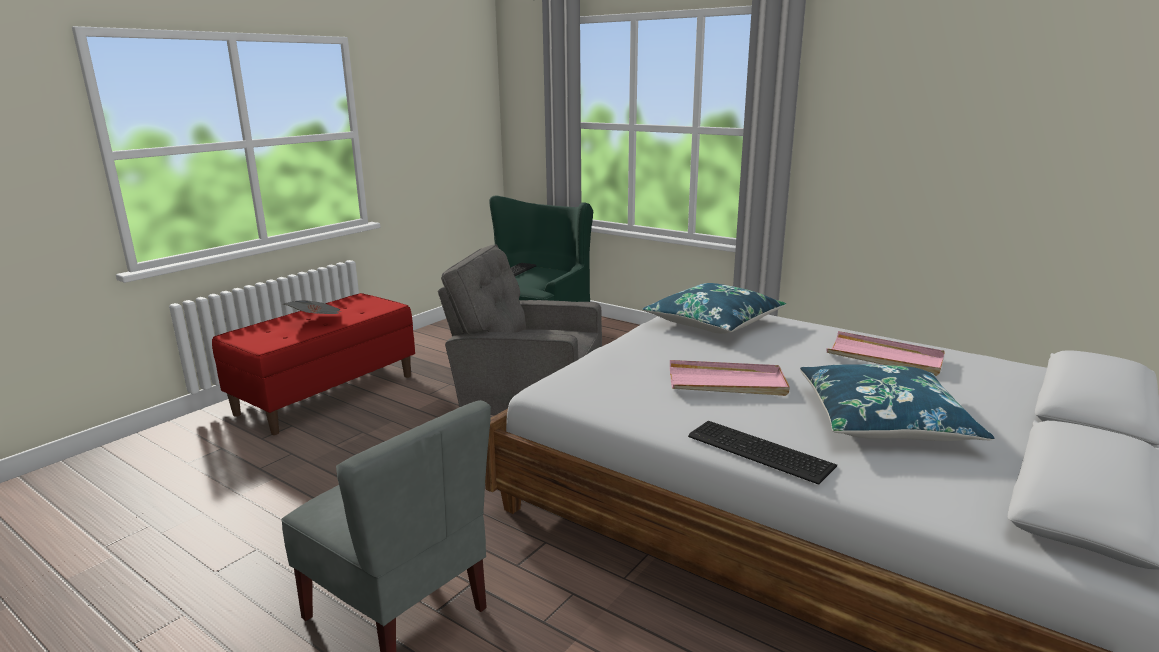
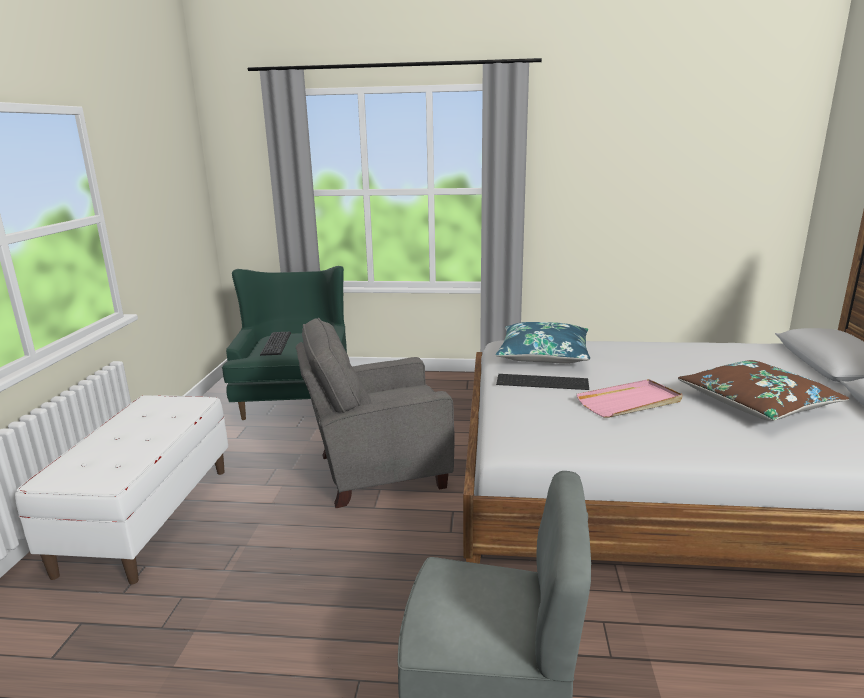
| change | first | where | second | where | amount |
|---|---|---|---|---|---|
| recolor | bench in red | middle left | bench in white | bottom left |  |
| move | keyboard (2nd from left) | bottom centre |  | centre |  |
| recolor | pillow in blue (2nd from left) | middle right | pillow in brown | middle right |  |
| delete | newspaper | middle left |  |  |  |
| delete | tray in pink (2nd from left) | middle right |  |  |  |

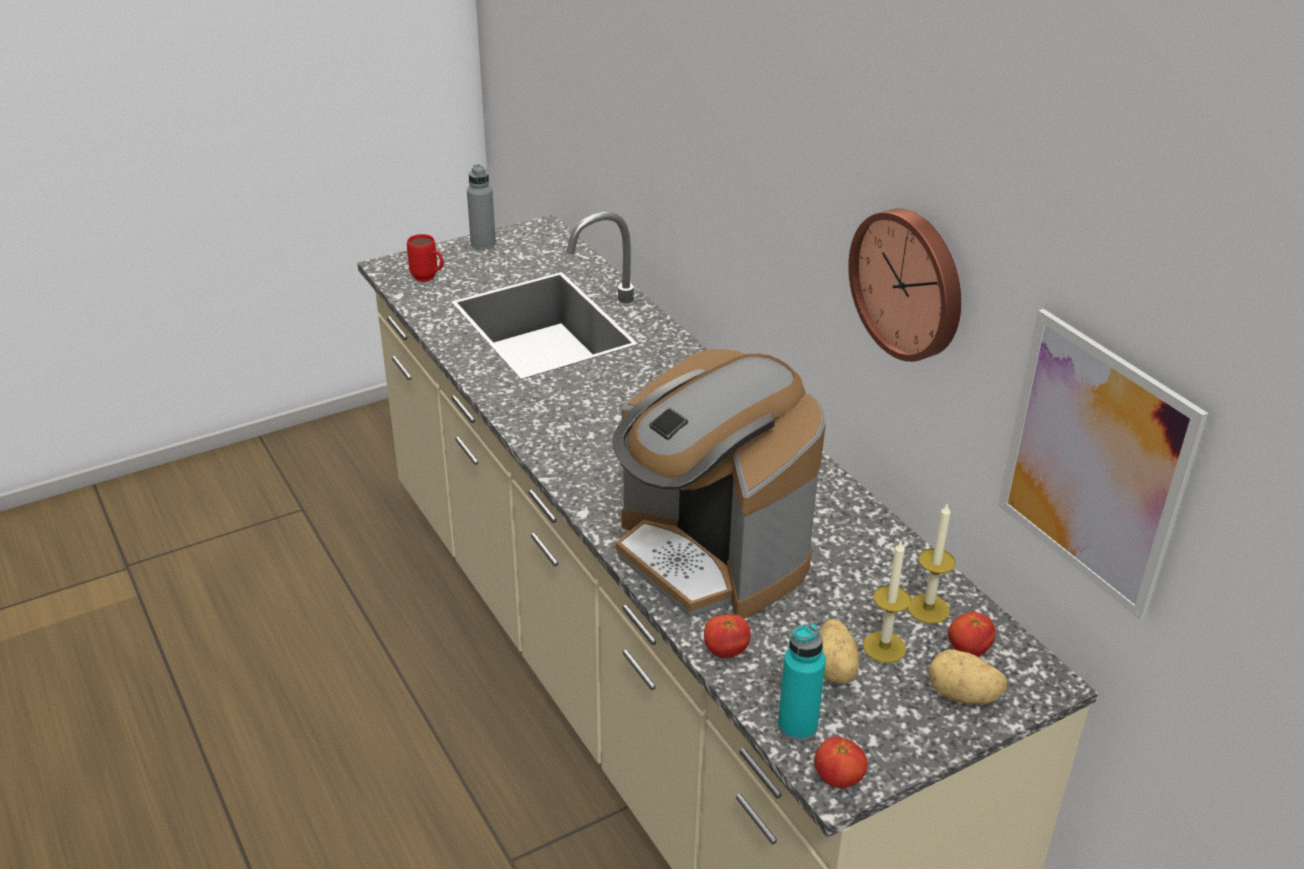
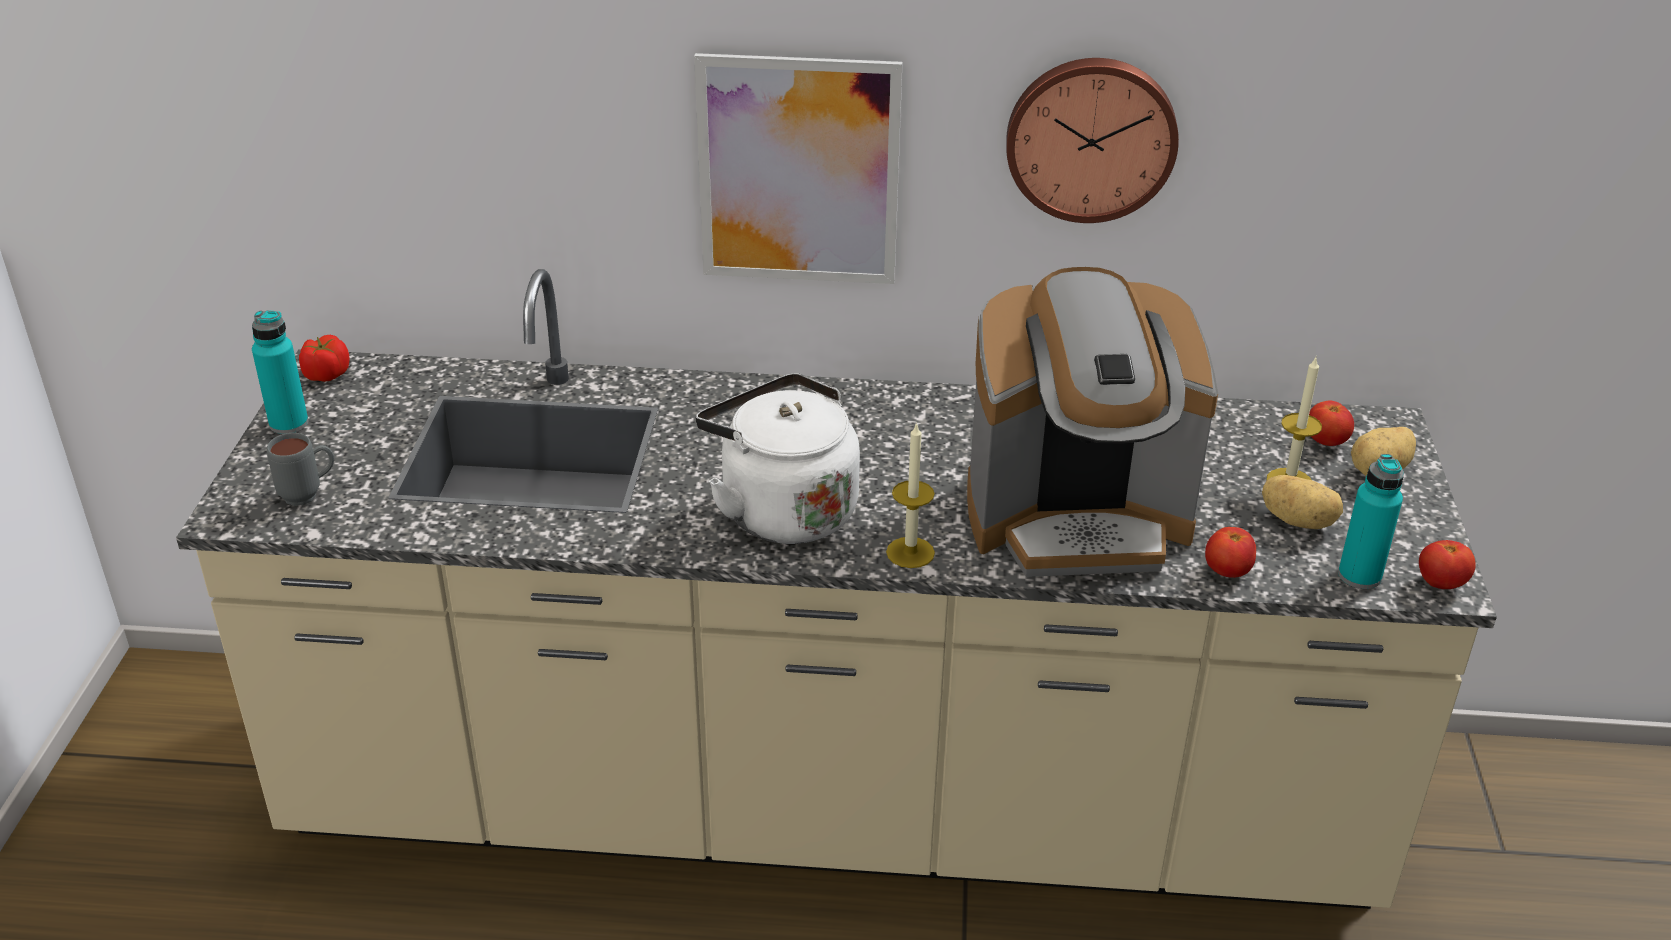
| change | first | where | second | where | amount |
|---|---|---|---|---|---|
| recolor | bottle in grey | top centre | bottle in turquoise (1st from left) | middle left |  |
| recolor | mug in red | top left | mug in grey | middle left |  |
| insert |  |  | tomato (1st from left) | middle left |  |
| move | picture | middle right |  | top centre |  |
| insert |  |  | kettle in white | centre |  |
| move | candle (2nd from left in the first image) | middle right | candle (1st from left) | centre |  |

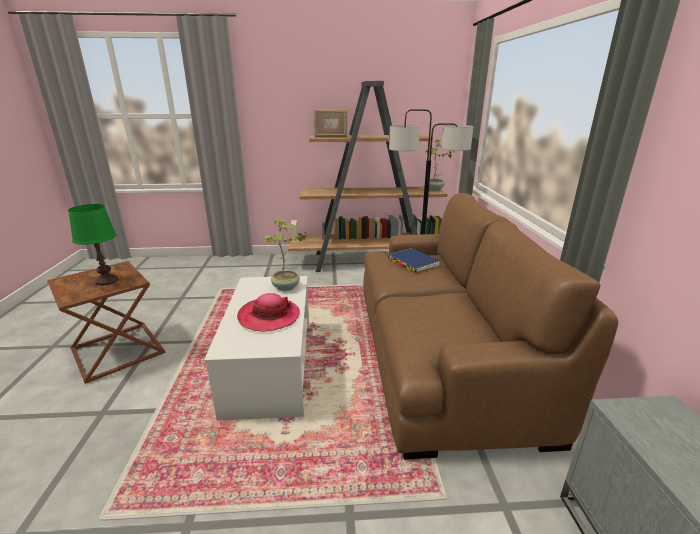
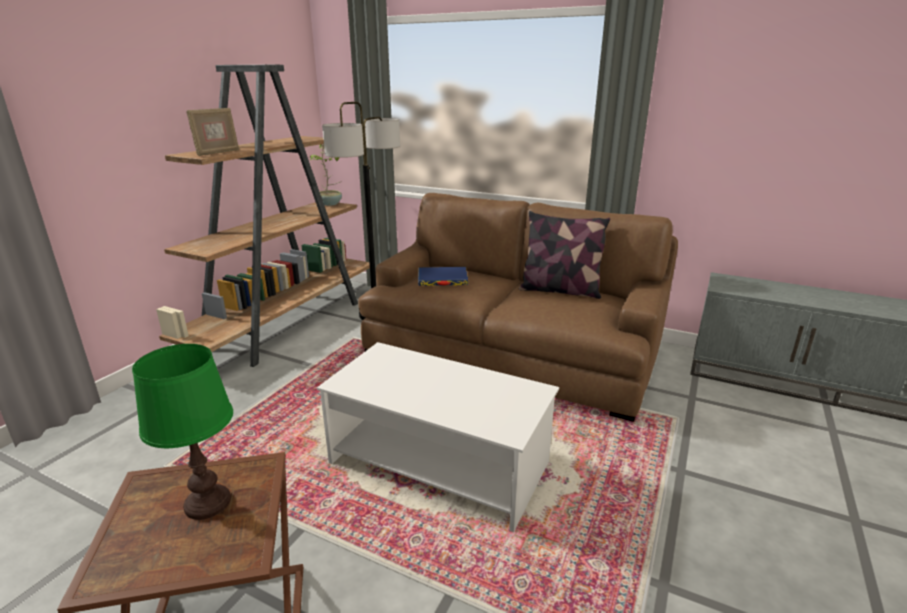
| change | first | where | second | where | amount |
|---|---|---|---|---|---|
| insert |  |  | pillow | centre |  |
| delete | hat | centre |  |  |  |
| delete | potted plant (1st from left) | centre |  |  |  |

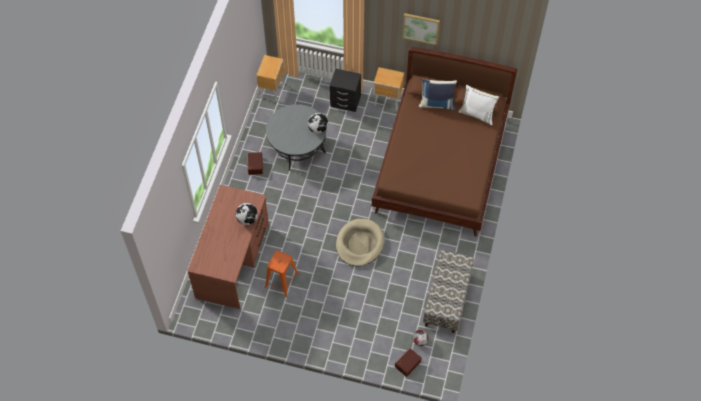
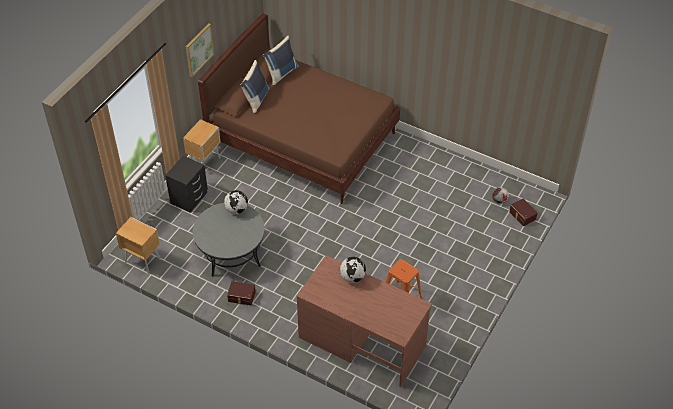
| change | first | where | second | where | amount |
|---|---|---|---|---|---|
| recolor | pillow in white | top right | pillow in blue (2nd from left) | top centre |  |
| delete | dog bed in beige | centre |  |  |  |
| delete | bench | bottom centre |  |  |  |

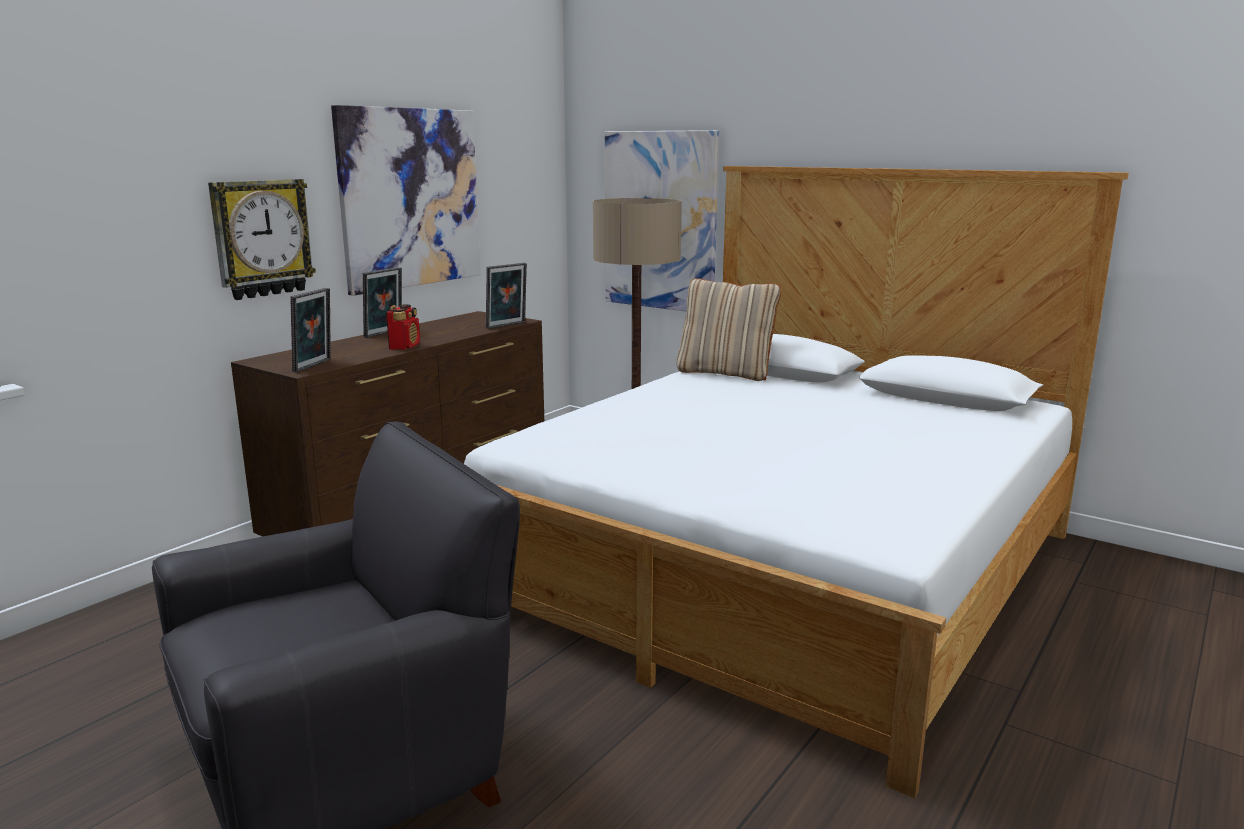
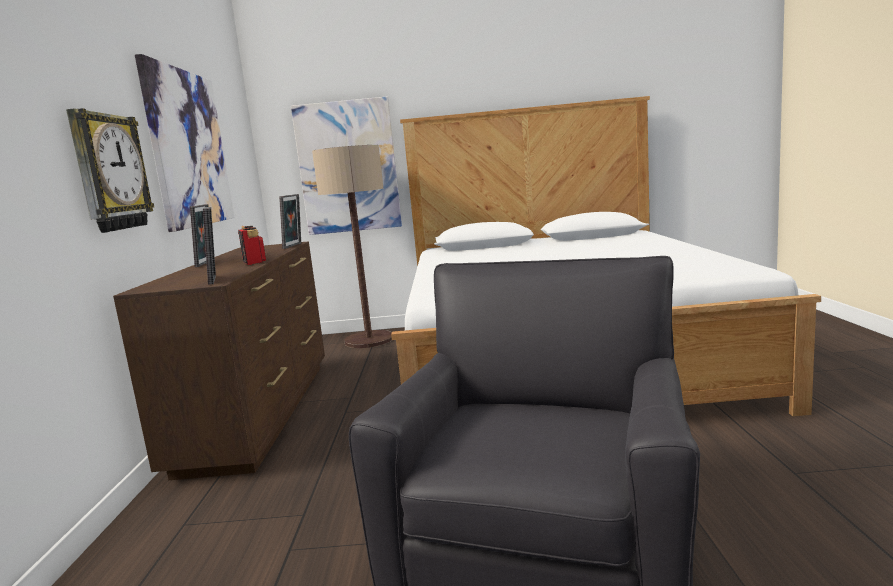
| change | first | where | second | where | amount |
|---|---|---|---|---|---|
| delete | pillow in beige | centre |  |  |  |

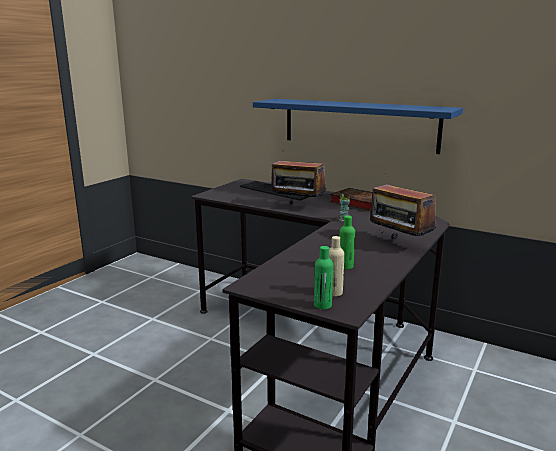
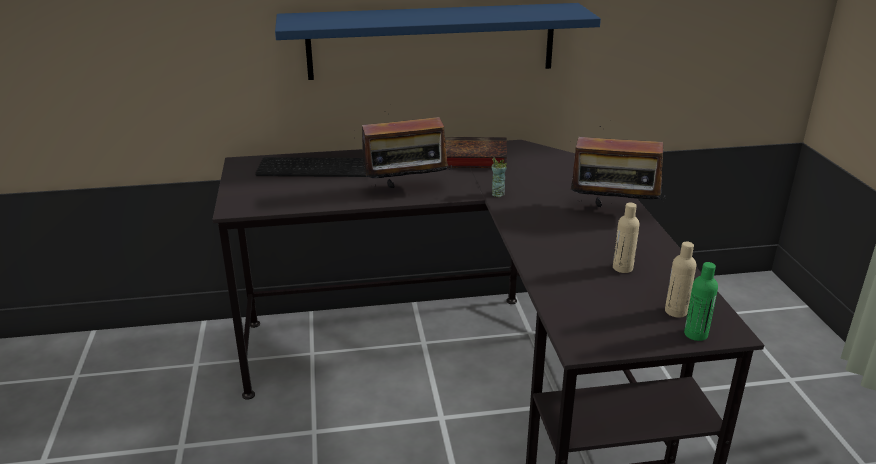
| change | first | where | second | where | amount |
|---|---|---|---|---|---|
| recolor | bottle in green (2nd from left) | centre | bottle in beige (1st from left) | middle right |  |

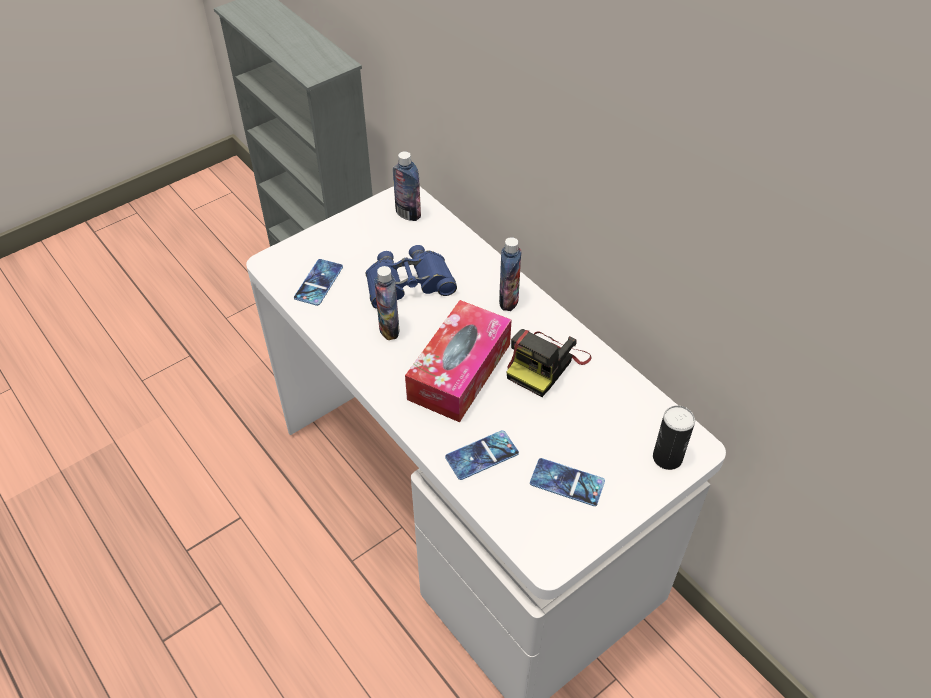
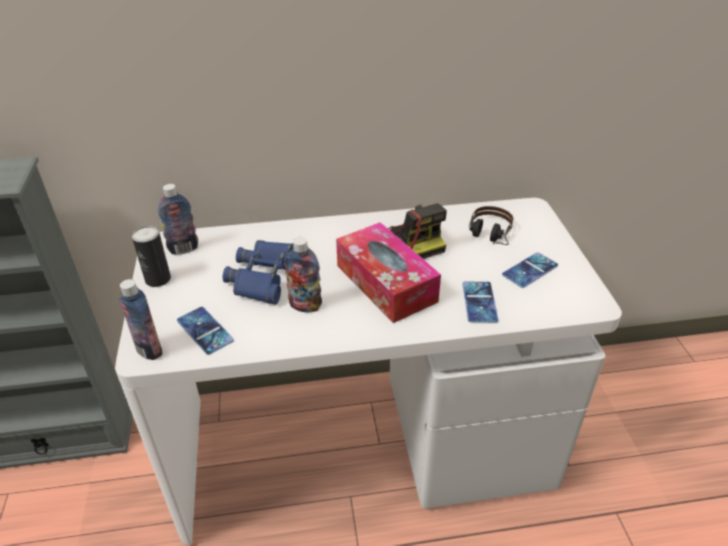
| change | first | where | second | where | amount |
|---|---|---|---|---|---|
| move | bottle (3rd from left in the first image) | centre | bottle (1st from left) | middle left |  |
| move | can | middle right |  | middle left |  |
| insert |  |  | headphones | middle right |  |

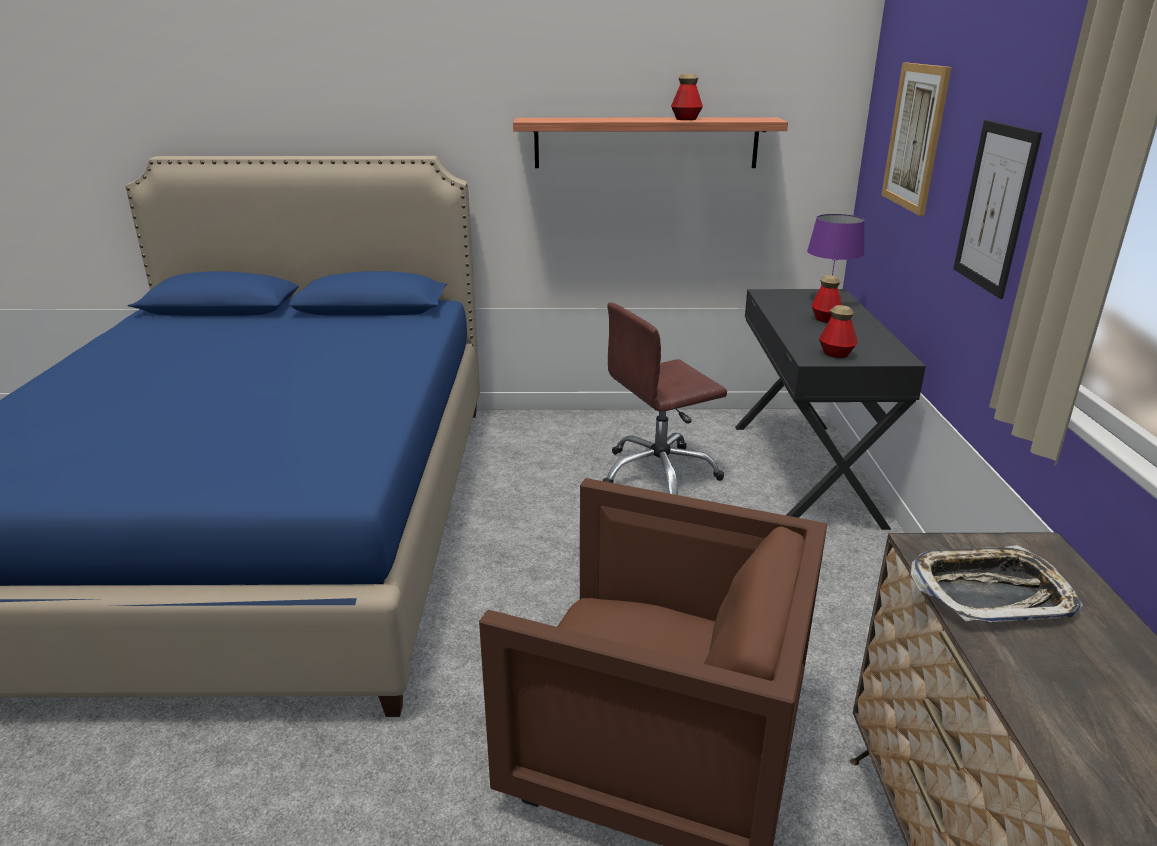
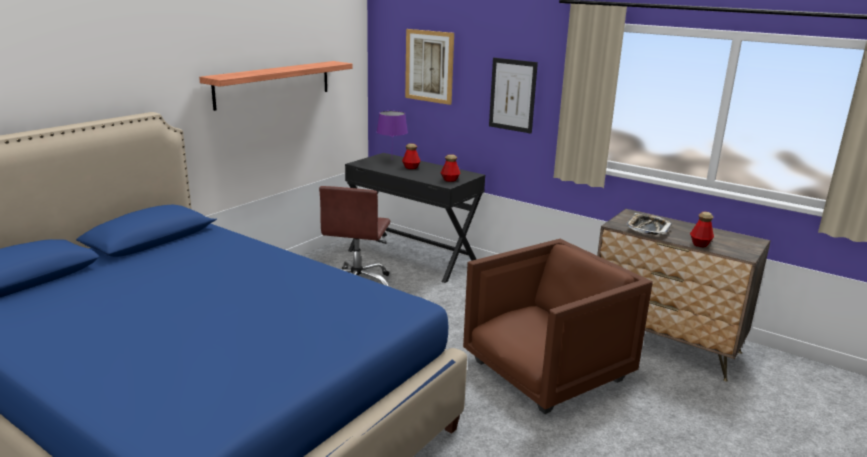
| change | first | where | second | where | amount |
|---|---|---|---|---|---|
| move | bottle (1st from left in the first image) | top centre | bottle (3rd from left) | middle right |  |

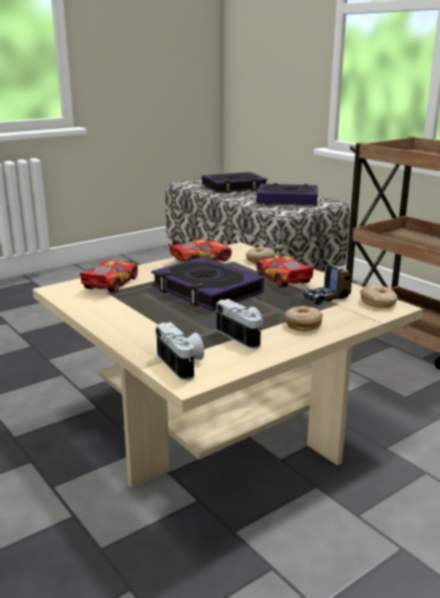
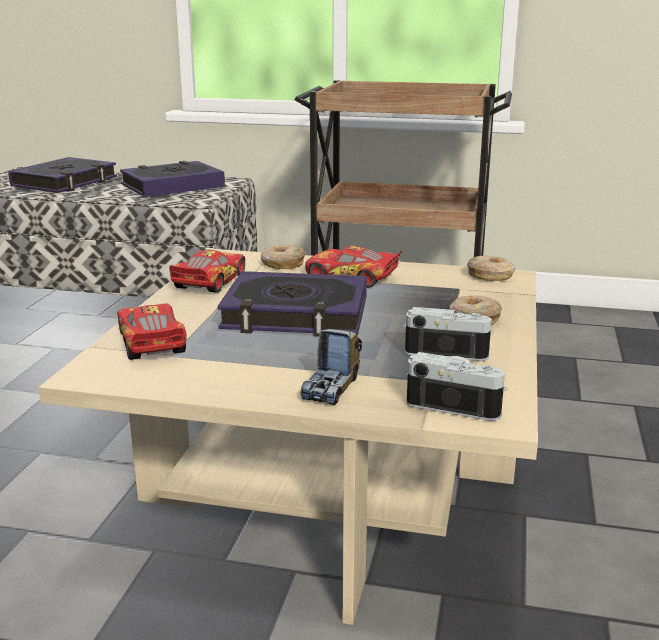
| change | first | where | second | where | amount |
|---|---|---|---|---|---|
| move | toy truck | middle right |  | centre |  |

